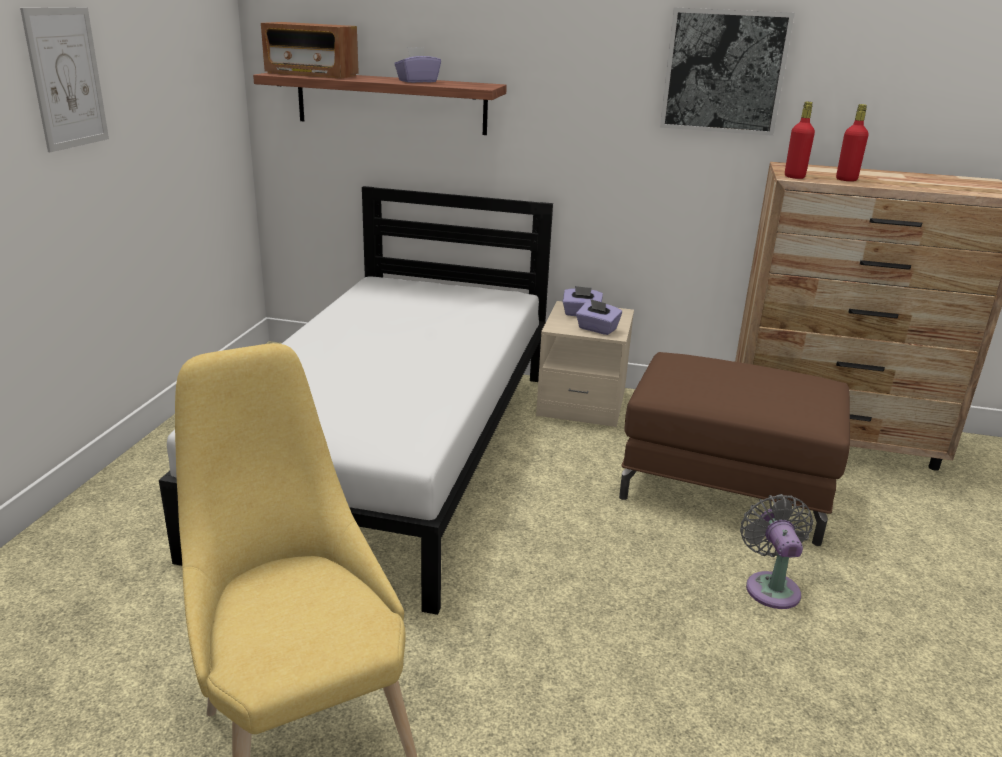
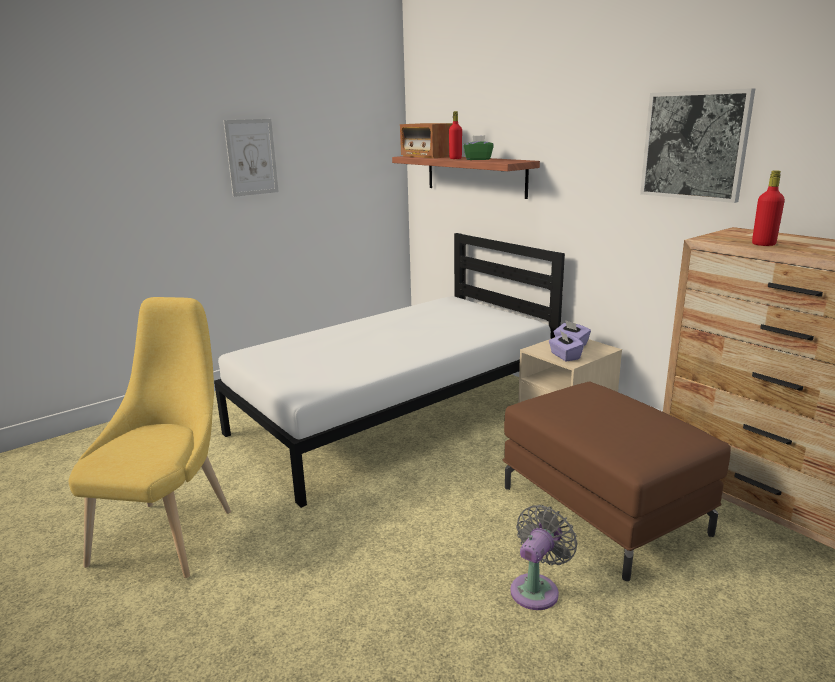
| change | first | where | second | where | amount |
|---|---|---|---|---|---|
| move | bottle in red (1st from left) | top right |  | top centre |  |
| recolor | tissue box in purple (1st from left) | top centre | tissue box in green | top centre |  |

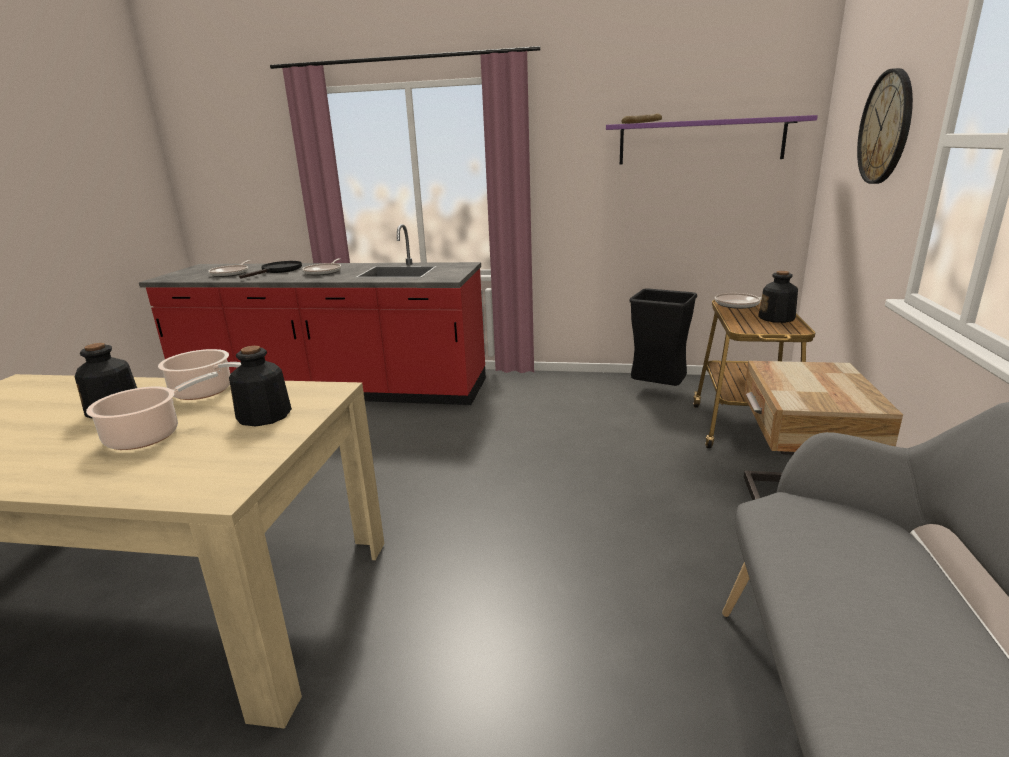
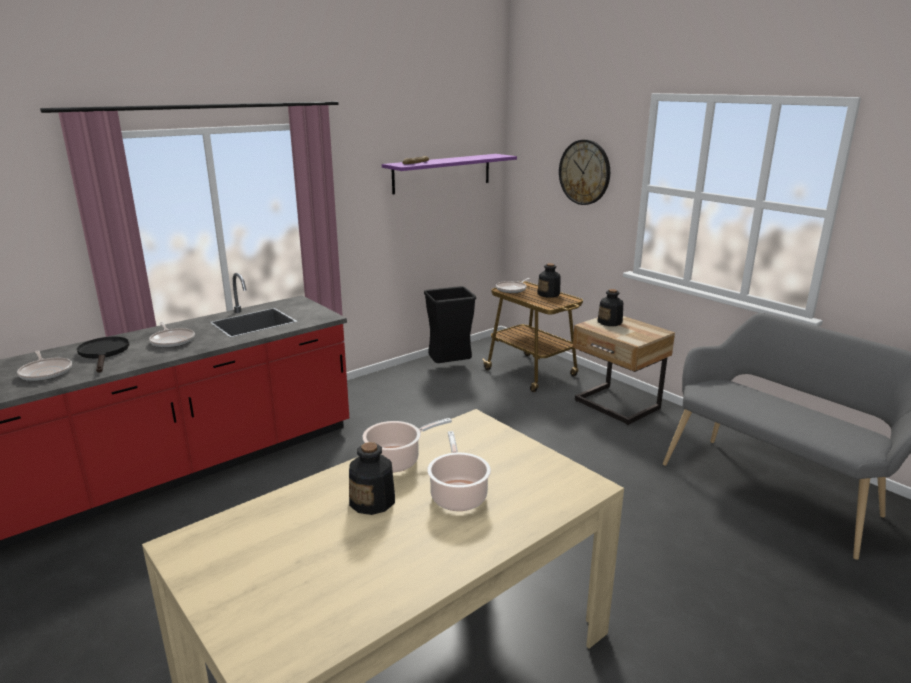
| change | first | where | second | where | amount |
|---|---|---|---|---|---|
| move | bottle (2nd from left in the first image) | middle left | bottle (3rd from left) | middle right |  |

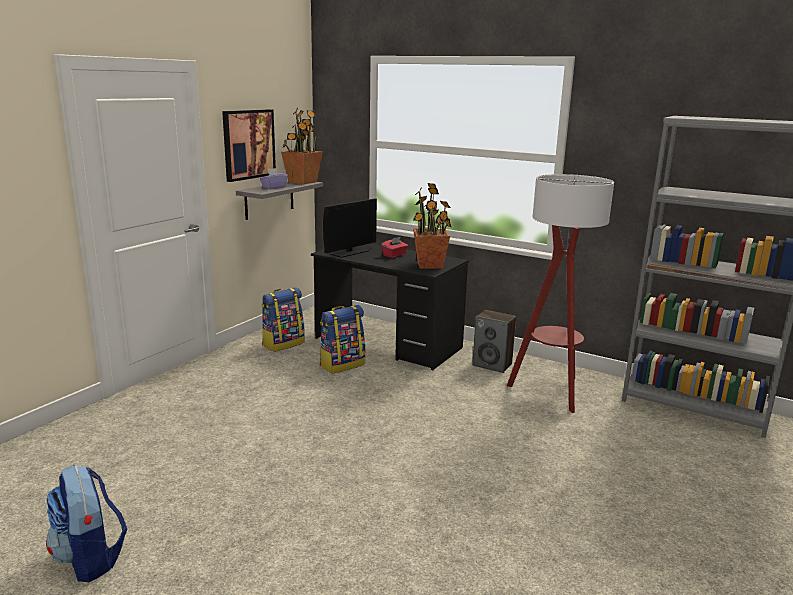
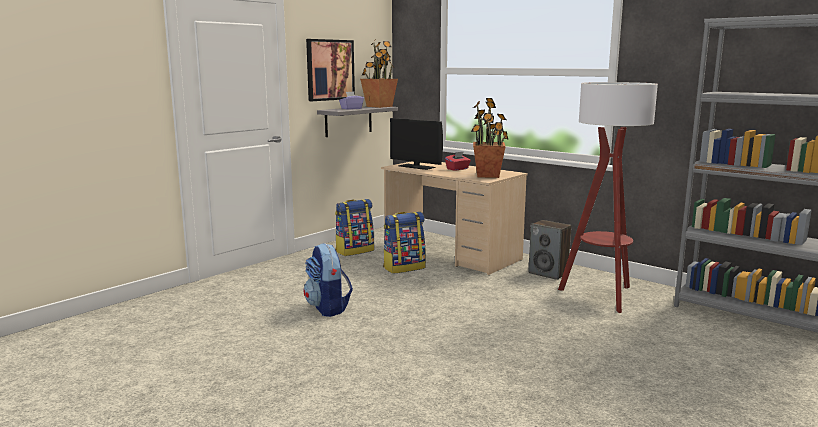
| change | first | where | second | where | amount |
|---|---|---|---|---|---|
| move | backpack (1st from left) | bottom left |  | centre |  |
| recolor | desk in black | centre | desk in beige | centre |  |
| rotate | monitor | centre |  | centre | 75 degrees clockwise |

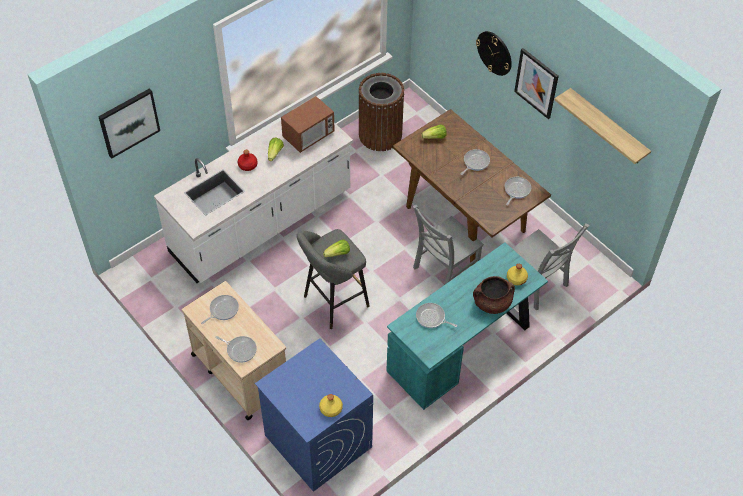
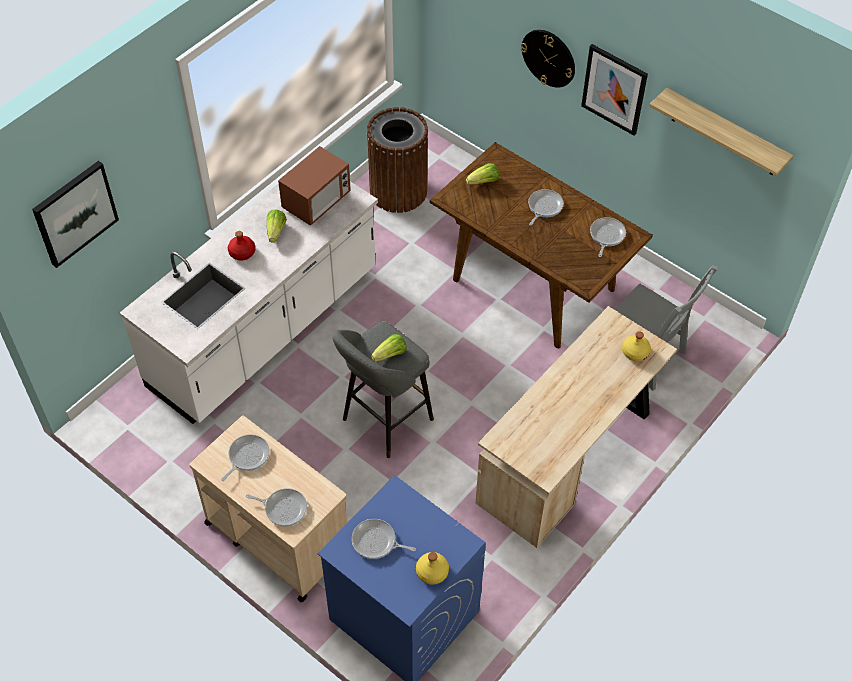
| change | first | where | second | where | amount |
|---|---|---|---|---|---|
| move | frying pan (3rd from left) | centre |  | bottom centre |  |
| recolor | desk in turquoise | centre | desk in beige | middle right |  |
| delete | chair in grey (1st from left) | centre |  |  |  |
| delete | cooking pot in brown | centre |  |  |  |

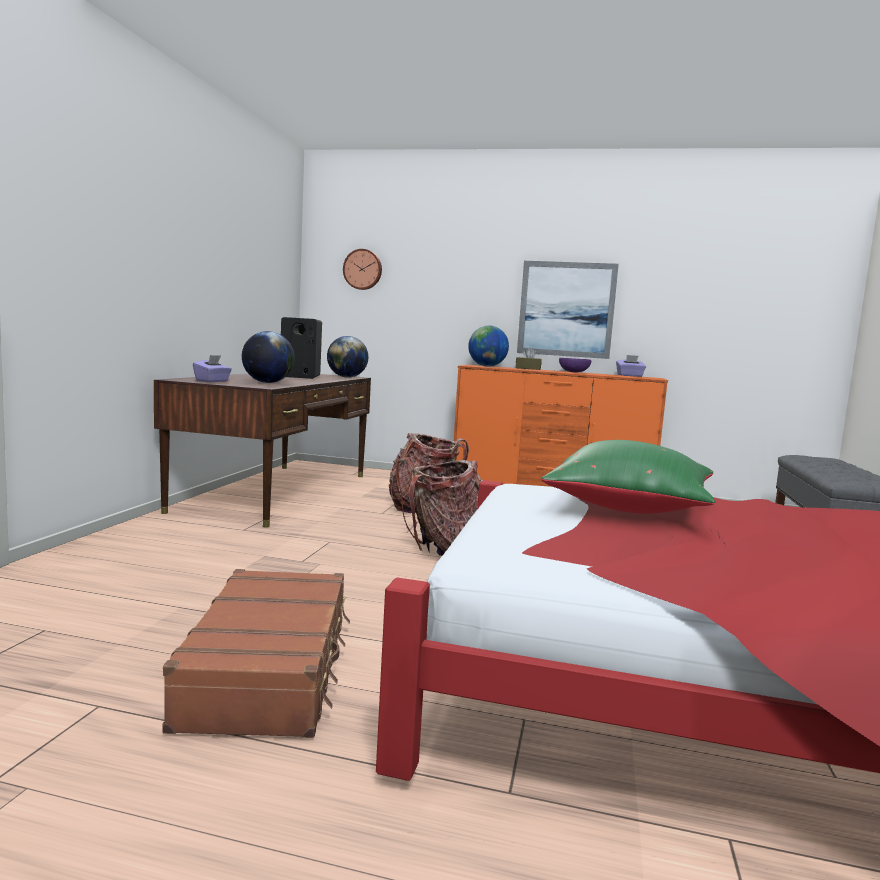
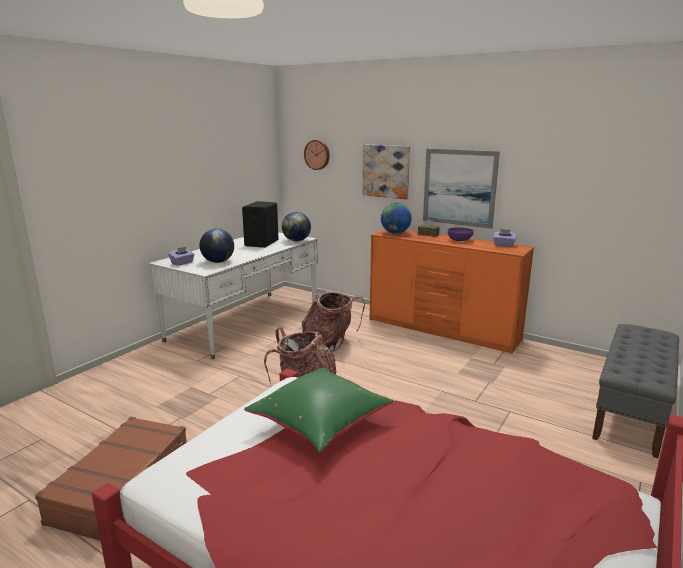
| change | first | where | second | where | amount |
|---|---|---|---|---|---|
| recolor | desk in brown | middle left | desk in white | centre |  |
| insert |  |  | picture (1st from left) | top centre |  |

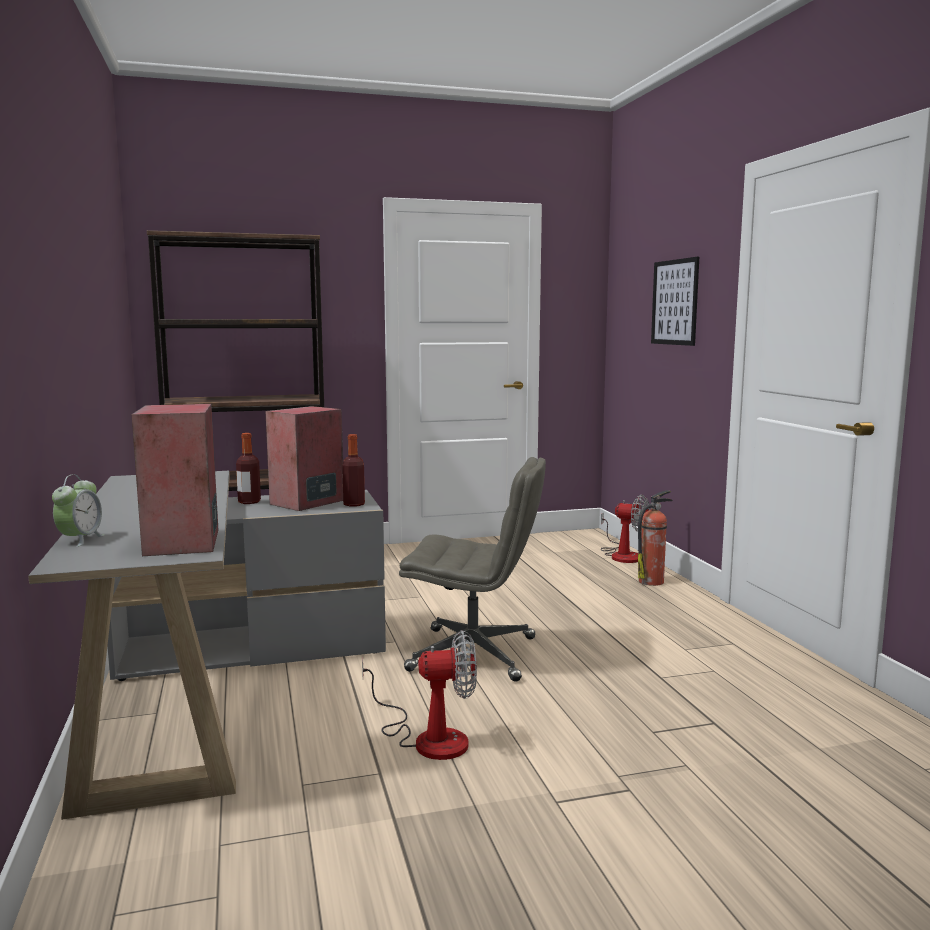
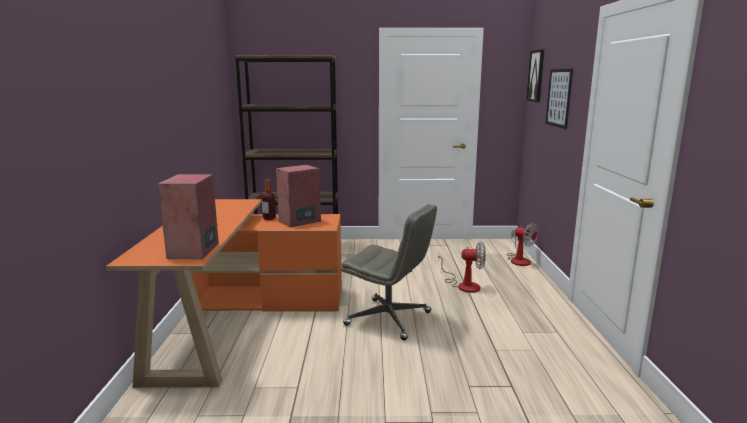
| change | first | where | second | where | amount |
|---|---|---|---|---|---|
| recolor | desk in grey | bottom left | desk in orange | bottom left |  |
| move | fan (1st from left) | bottom centre |  | centre |  |
| insert |  |  | picture (1st from left) | top right |  |
| delete | alarm clock | middle left |  |  |  |
| delete | bottle (2nd from left) | centre |  |  |  |
| delete | fire extinguisher | middle right |  |  |  |

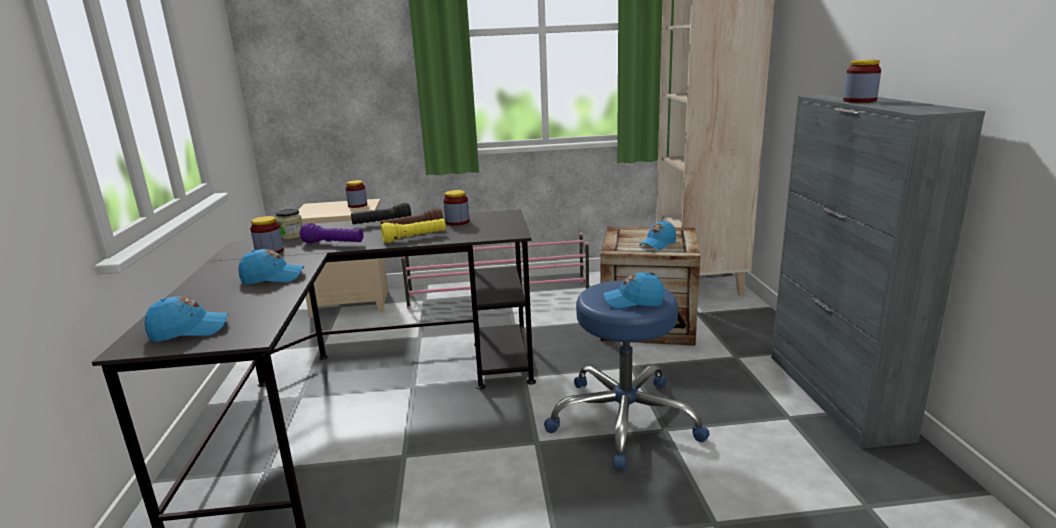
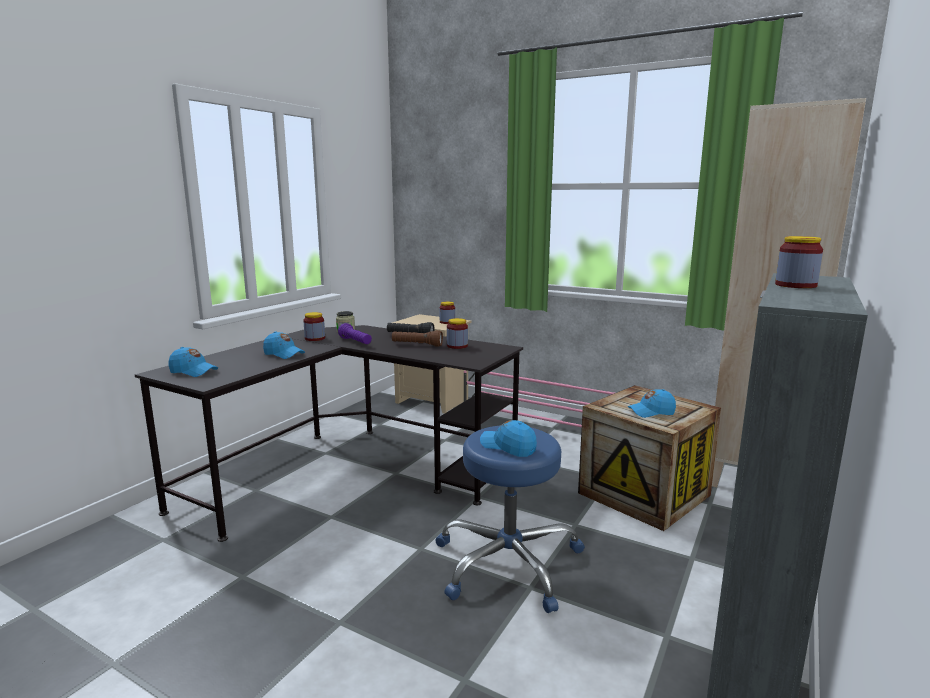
| change | first | where | second | where | amount |
|---|---|---|---|---|---|
| delete | flashlight in yellow | centre |  |  |  |

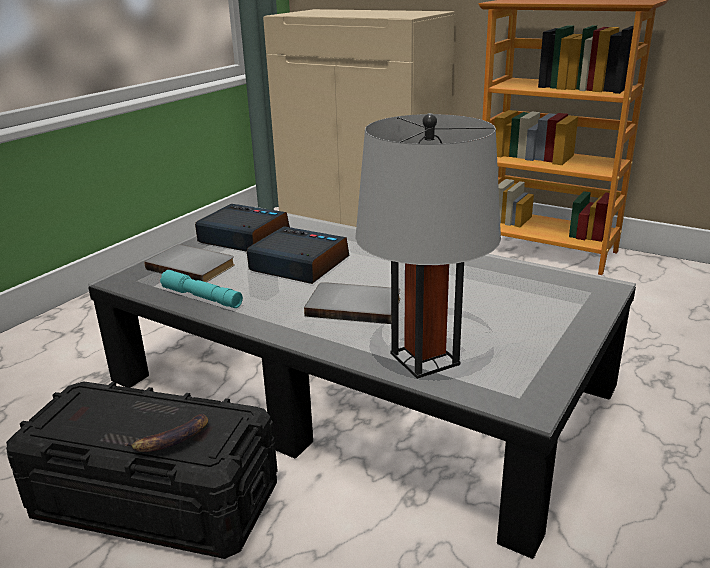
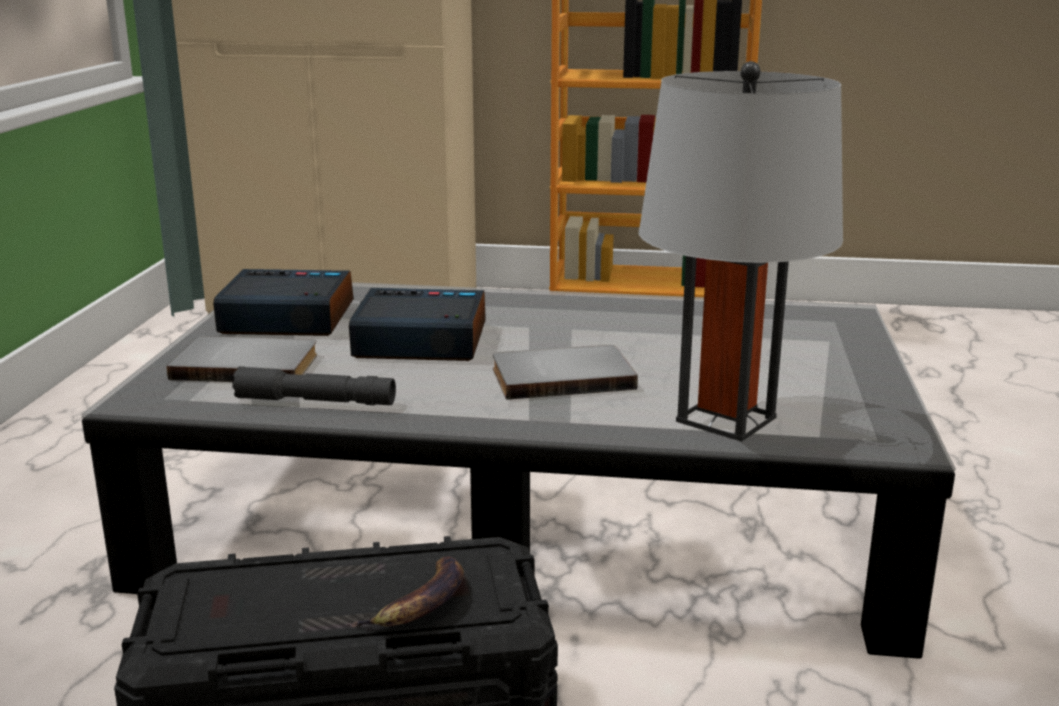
| change | first | where | second | where | amount |
|---|---|---|---|---|---|
| recolor | flashlight in turquoise | middle left | flashlight in grey | middle left |  |

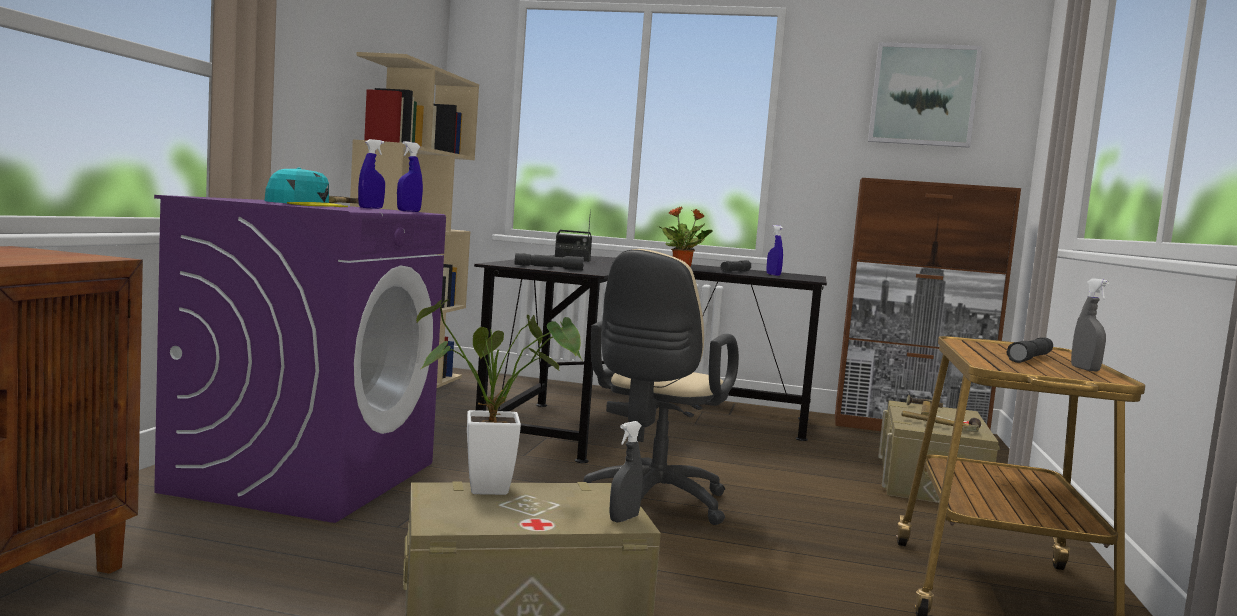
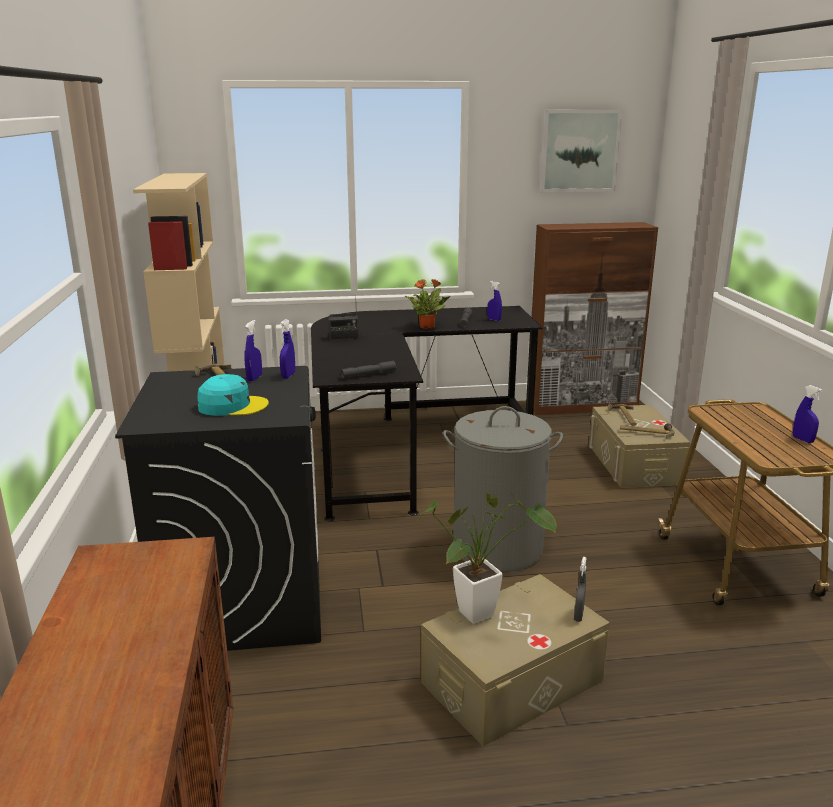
| change | first | where | second | where | amount |
|---|---|---|---|---|---|
| recolor | washing machine in purple | middle left | washing machine in black | middle left |  |
| replace | office chair in beige | centre | laundry basket in grey | centre |  |
| recolor | spray bottle in grey (2nd from left) | middle right | spray bottle in blue (4th from left) | middle right |  |
| delete | flashlight in grey (3rd from left) | middle right |  |  |  |

